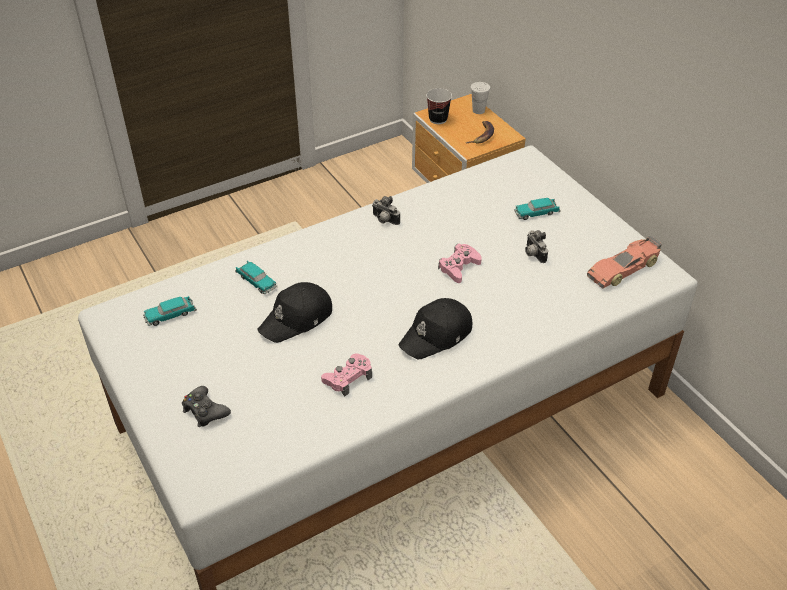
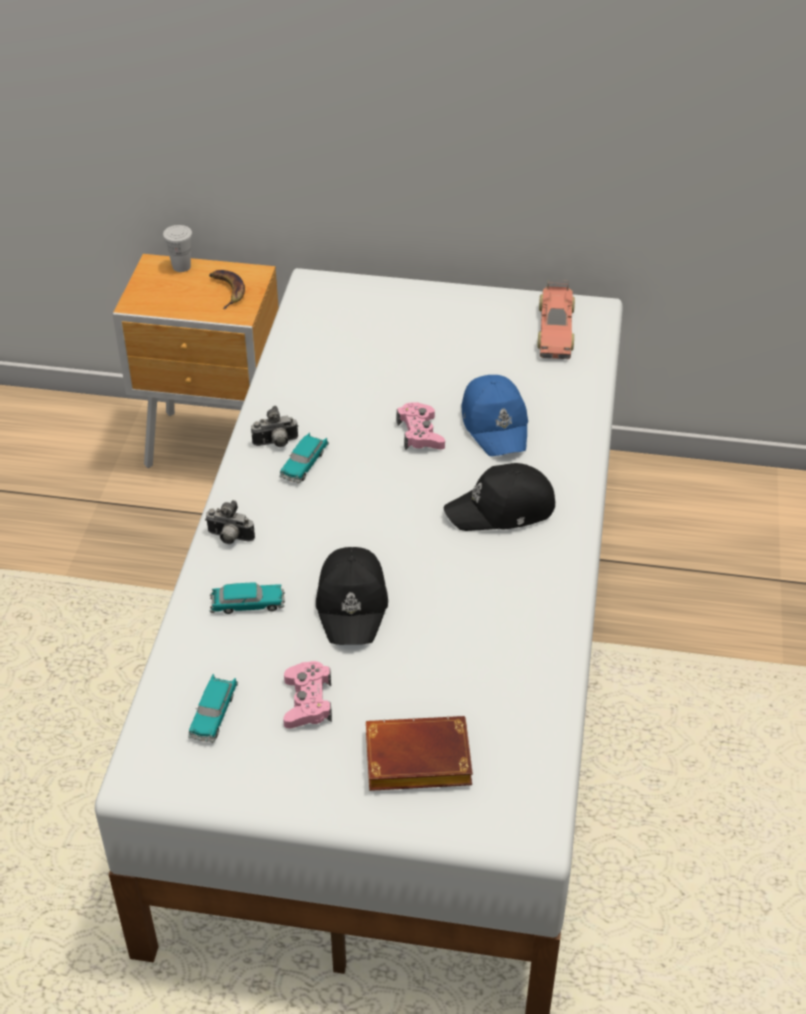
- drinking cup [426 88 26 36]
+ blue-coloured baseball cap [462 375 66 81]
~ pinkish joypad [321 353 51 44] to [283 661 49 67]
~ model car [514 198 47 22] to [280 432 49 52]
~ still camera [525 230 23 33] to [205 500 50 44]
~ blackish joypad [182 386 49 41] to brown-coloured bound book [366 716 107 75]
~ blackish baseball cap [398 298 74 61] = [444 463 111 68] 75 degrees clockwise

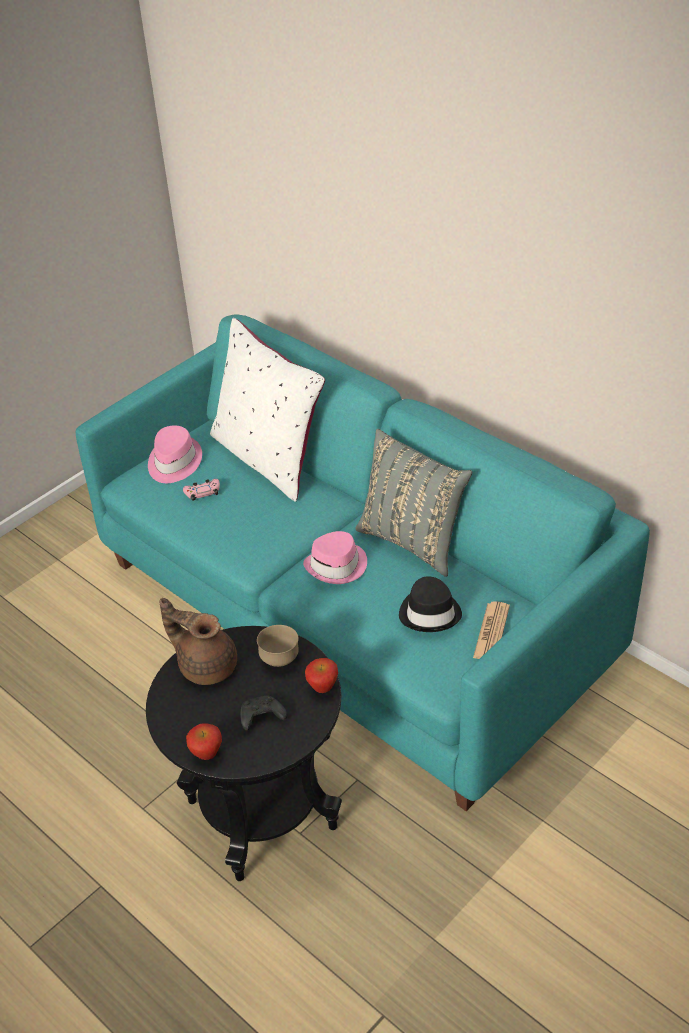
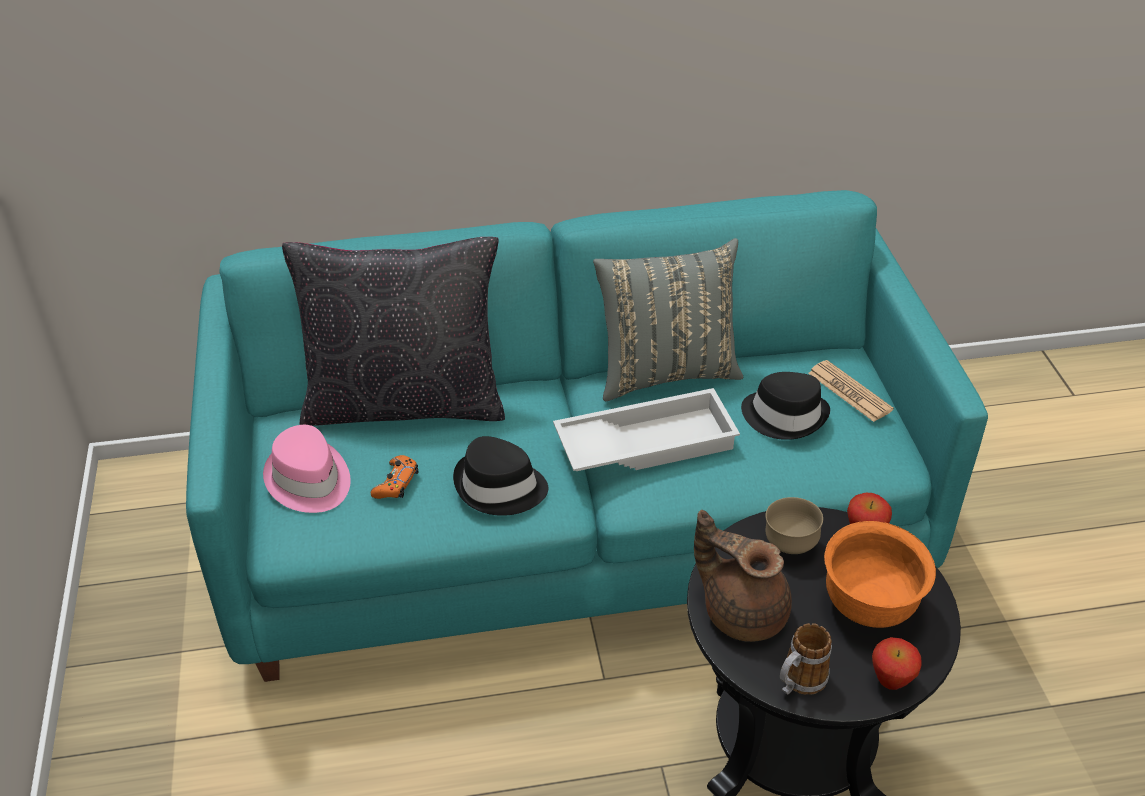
+ blackish hat [453 436 95 80]
+ coffee mug [780 623 52 72]
~ blackish joypad [240 696 47 34] to orange bowl [824 521 112 107]
~ pinkish hat [303 531 64 53] to white-coloured serving tray [553 388 187 83]
~ pinkish joypad [183 479 37 22] to orange joypad [371 455 48 44]
~ white-coloured pillow [210 318 115 184] to blackish pillow [282 237 223 189]
~ brown-coloured teapot [159 598 78 87] = [694 510 98 132] 60 degrees clockwise

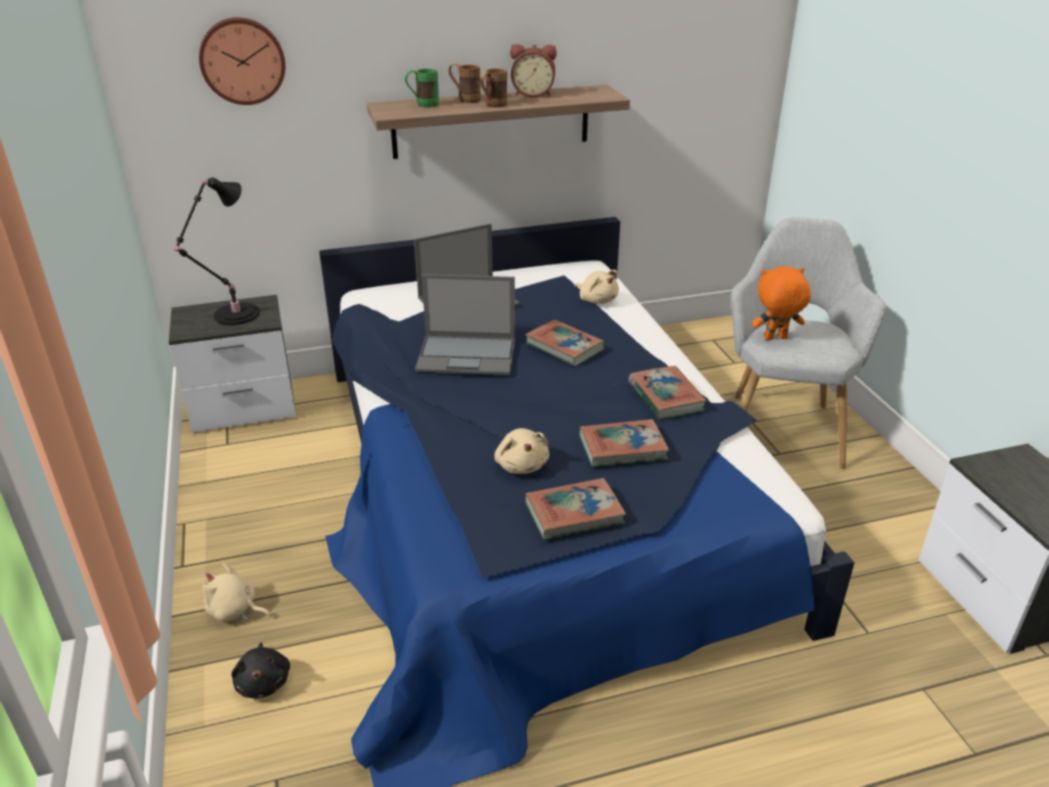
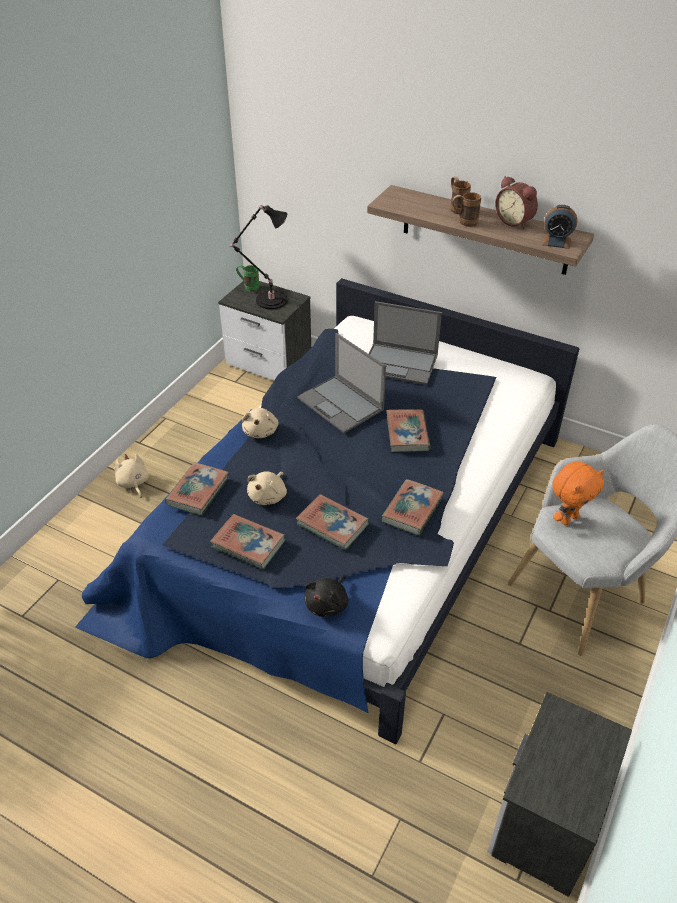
- hanging clock [199 17 86 88]
+ bound book [165 462 64 53]
+ alarm clock [542 205 35 44]
~ blackish plush toy [231 643 59 55] to [304 576 45 41]
~ green-coloured coffee mug [405 69 34 39] to [236 265 24 27]
~ beige plush toy [574 270 45 34] to [242 408 37 30]
~ orange plush toy [752 267 59 73] = [553 461 51 64] 105 degrees clockwise

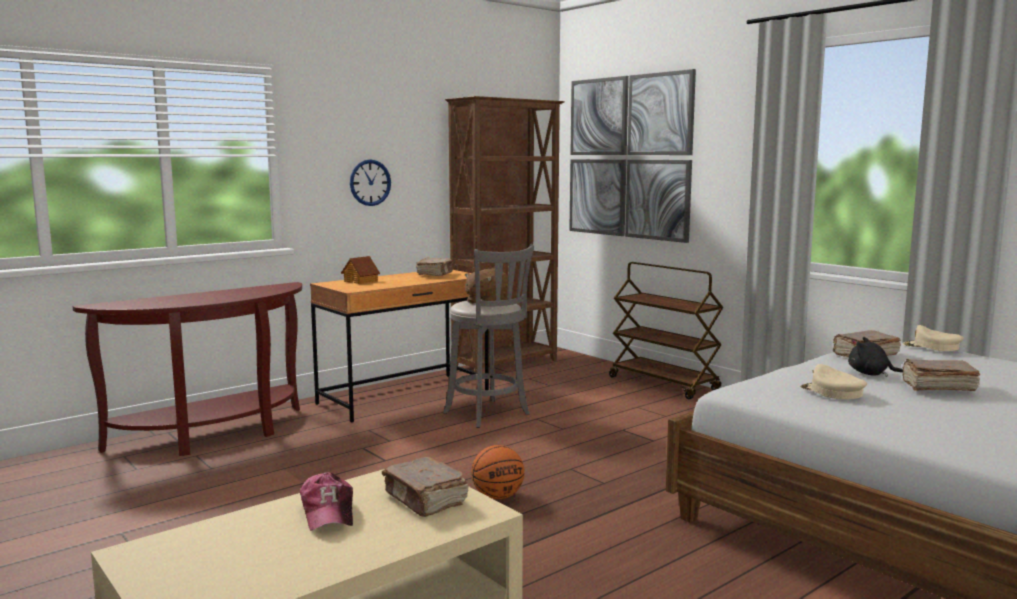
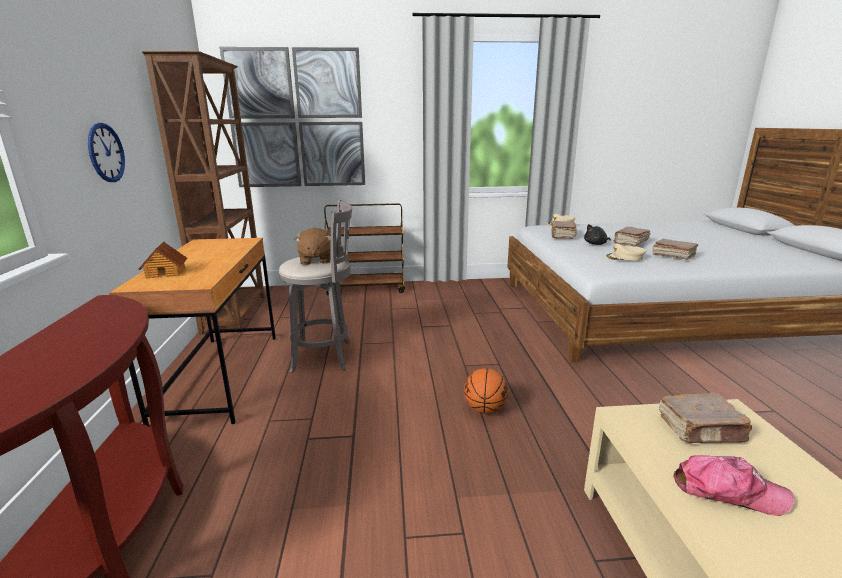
~ brown-coloured bound book [416 258 37 18] to [652 239 46 21]

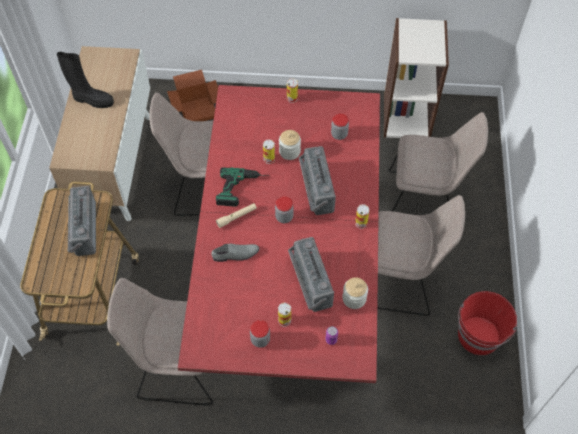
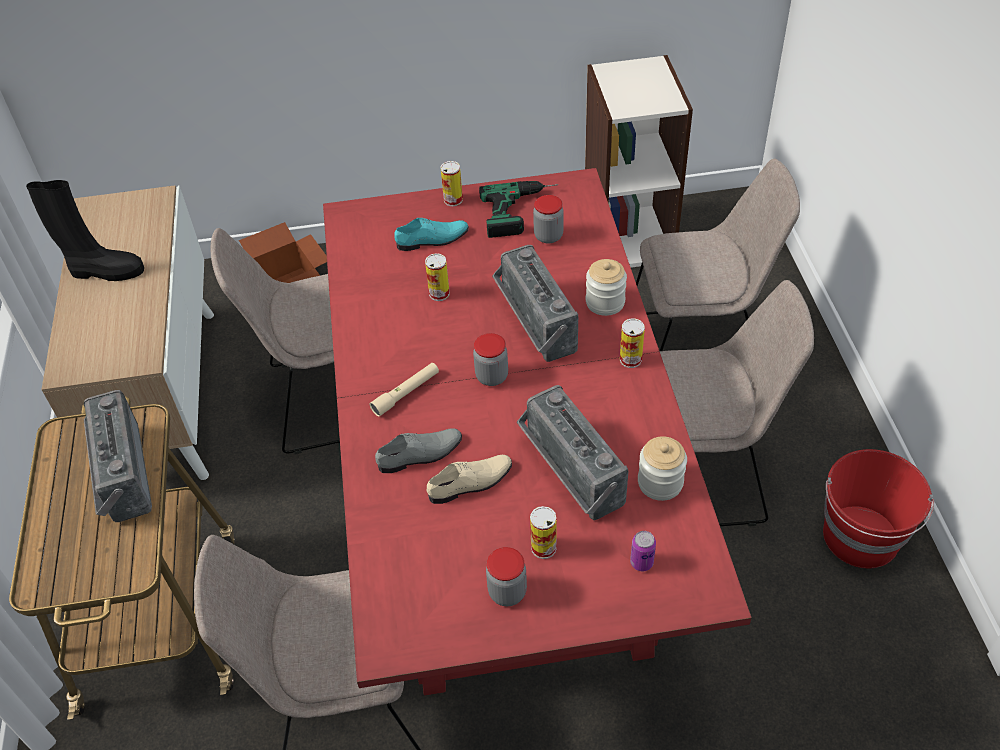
+ turquoise item of footwear [394 218 75 33]
+ beige item of footwear [427 455 85 49]
~ drill [216 167 52 40] to [479 181 80 57]
~ jar [279 130 22 30] to [586 259 41 57]

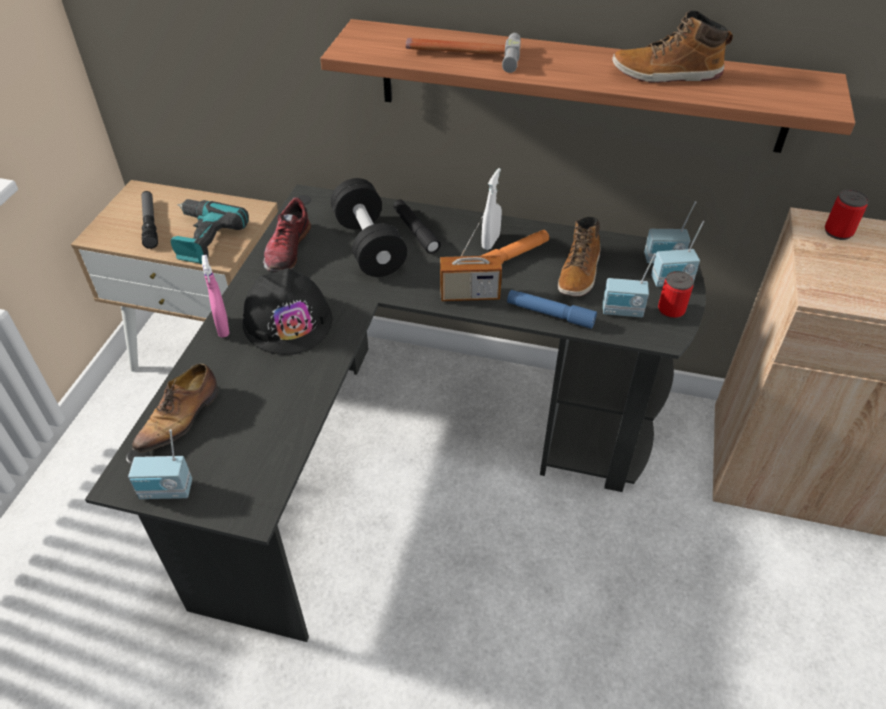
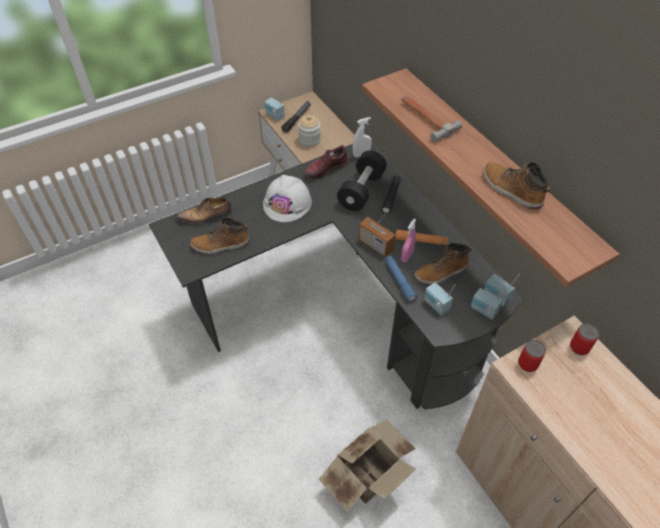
+ high-top boot [190 217 59 37]
+ cardboard box [319 420 97 92]
~ radio [128 429 64 70] to [265 91 20 30]
~ pinkish spray bottle [202 255 27 82] to [401 218 16 45]
~ white-coloured spray bottle [481 168 21 82] to [353 117 19 40]
~ metal can [658 271 36 48] to [518 340 28 32]
~ drill [171 199 78 65] to jar [298 115 23 32]
~ blackish hard hat [242 268 90 87] to white-coloured hard hat [263 175 49 47]

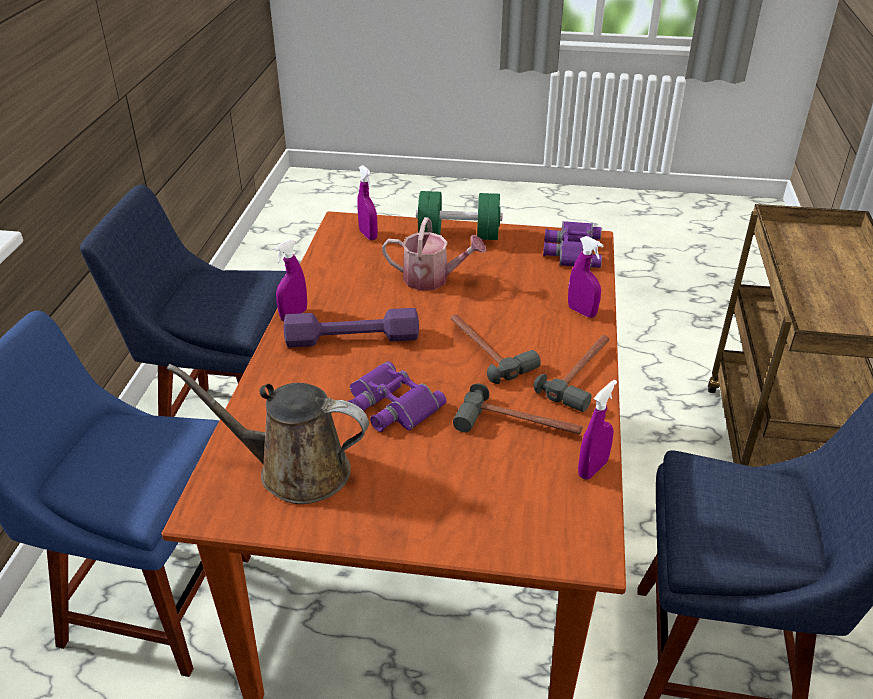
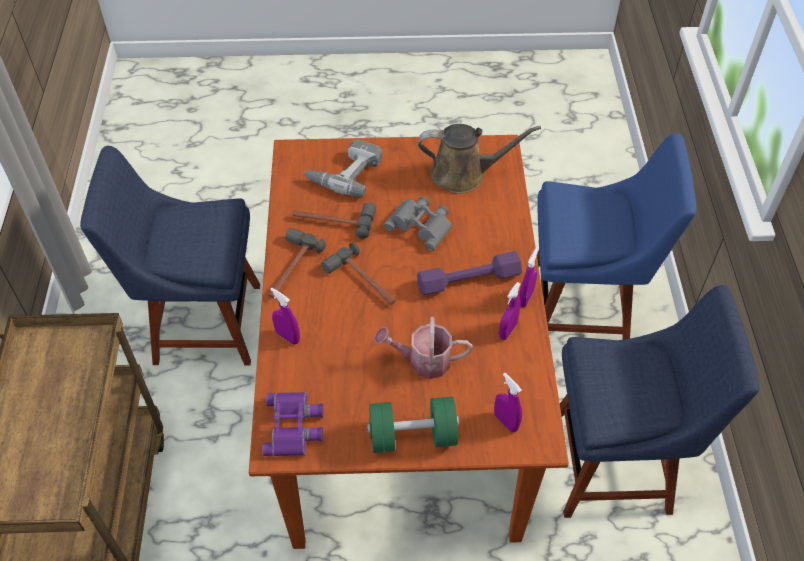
+ drill [304 140 79 57]
~ purplish spray bottle [578 380 39 100] to [499 282 22 58]
~ purplish pair of binoculars [348 361 99 71] to gray pair of binoculars [384 197 68 54]

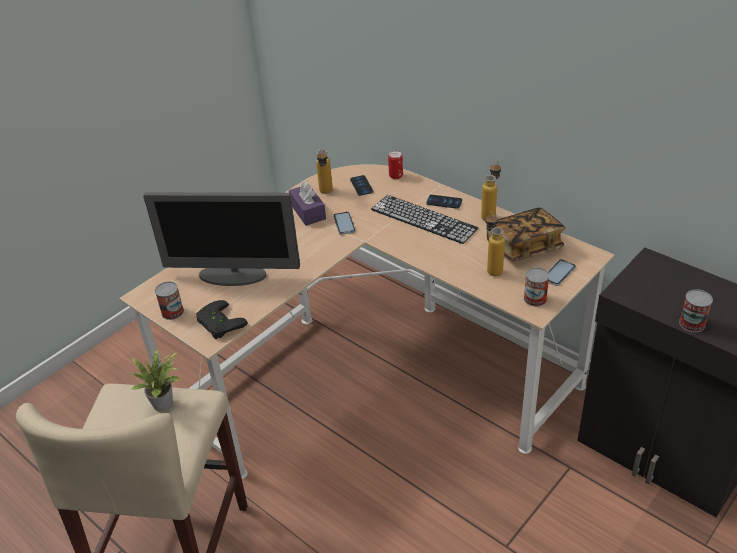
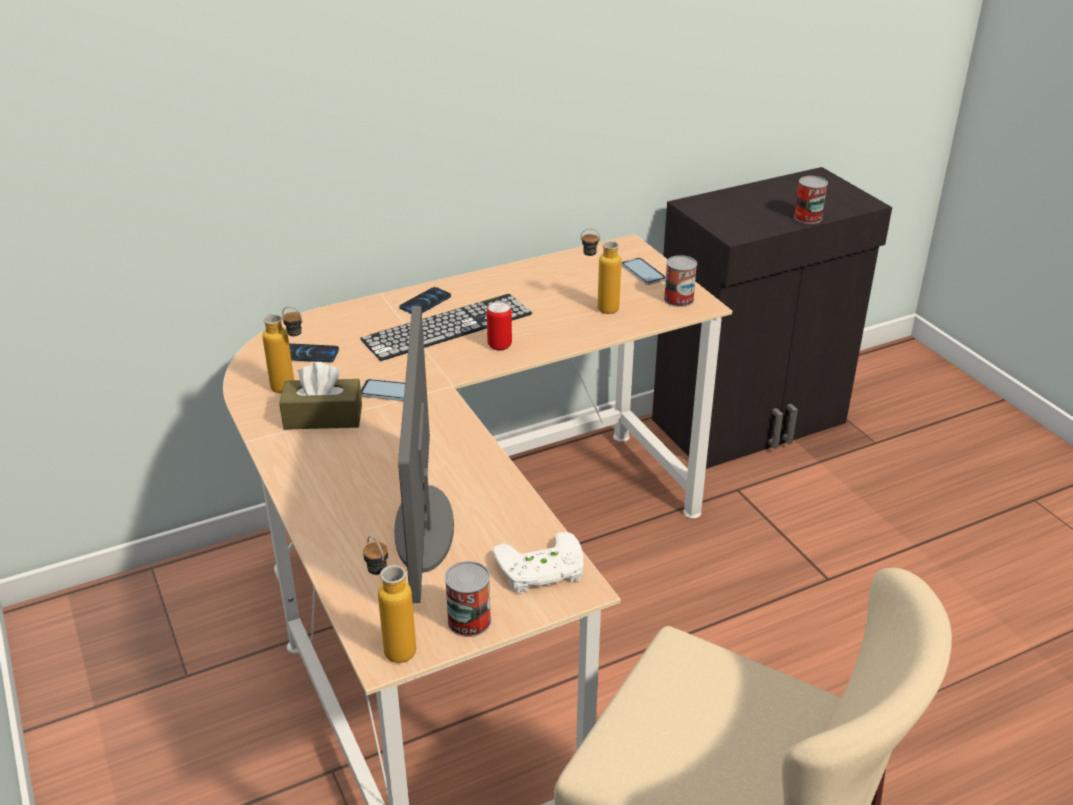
- potted plant [129 349 51 63]
- bound book [486 208 80 54]
~ metal can [388 151 15 28] to [487 301 25 50]
~ drink bottle [481 161 20 60] to [363 536 53 127]
~ blackish joypad [196 300 52 39] to white-coloured joypad [493 532 90 61]
~ purplish tissue holder [289 181 37 44] to brown-coloured tissue holder [279 362 83 68]
~ computer display [143 192 157 94] = [394 306 60 297] 150 degrees clockwise

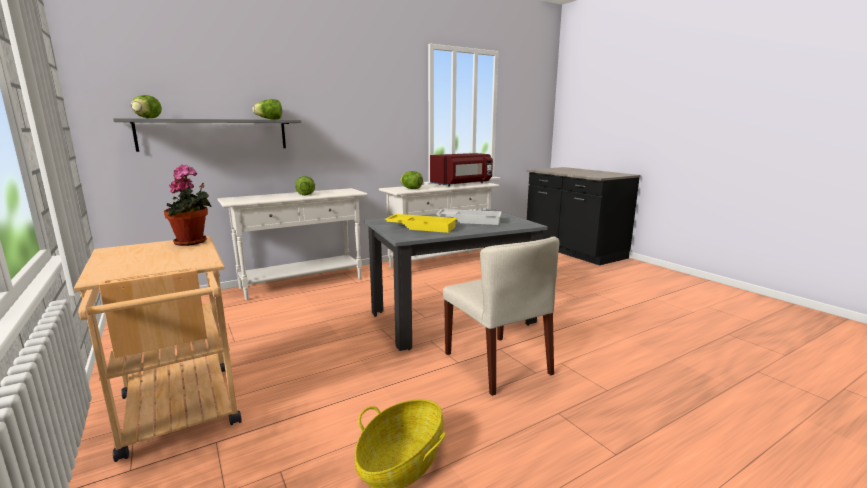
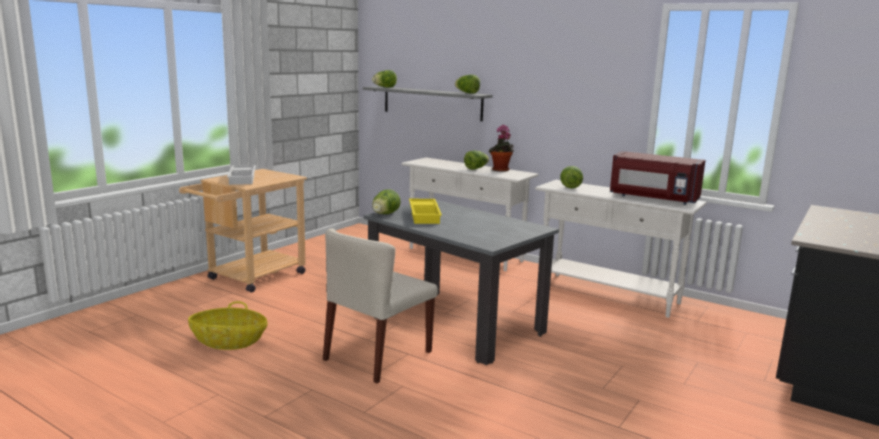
+ lettuce [372 190 29 24]
~ potted plant [164 164 48 82] to [489 125 25 47]
~ white-coloured serving tray [436 209 66 16] to [227 165 29 20]

